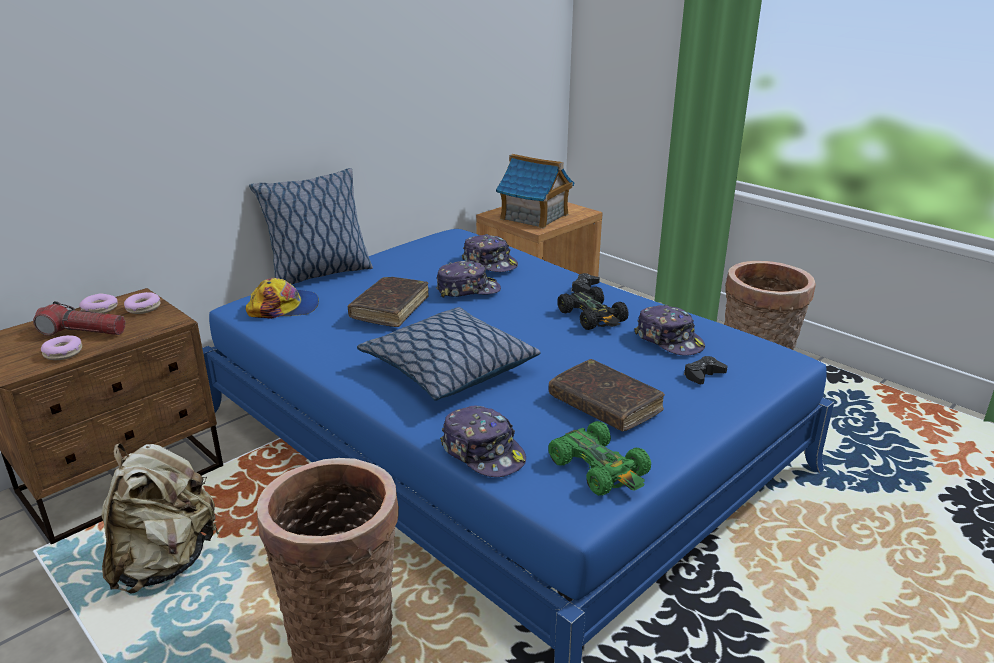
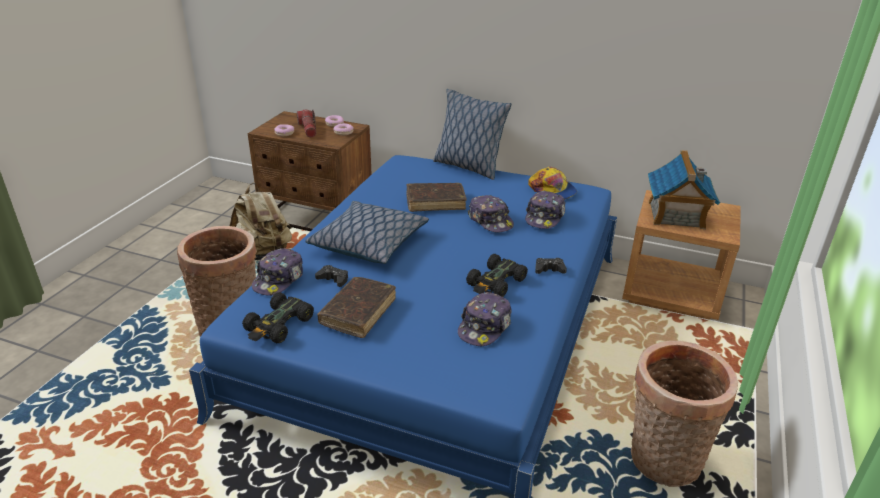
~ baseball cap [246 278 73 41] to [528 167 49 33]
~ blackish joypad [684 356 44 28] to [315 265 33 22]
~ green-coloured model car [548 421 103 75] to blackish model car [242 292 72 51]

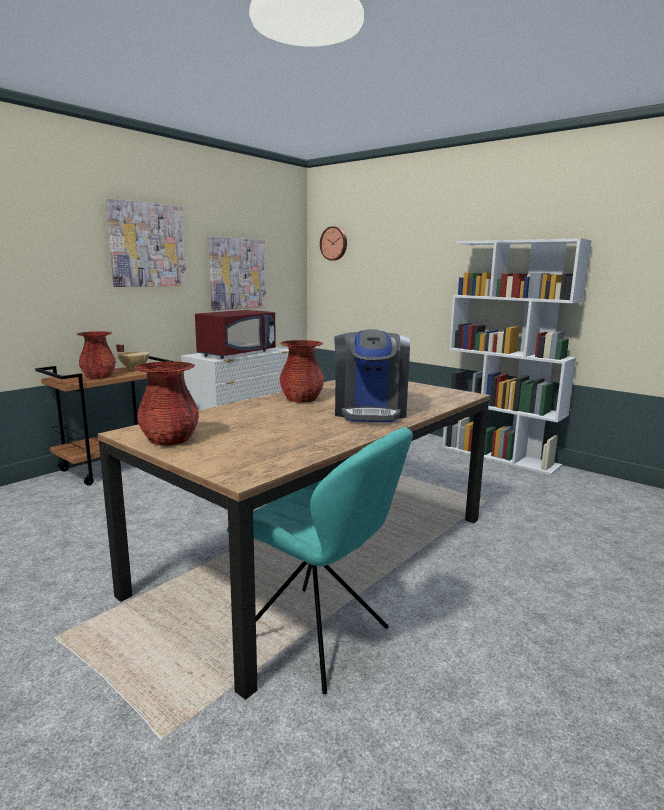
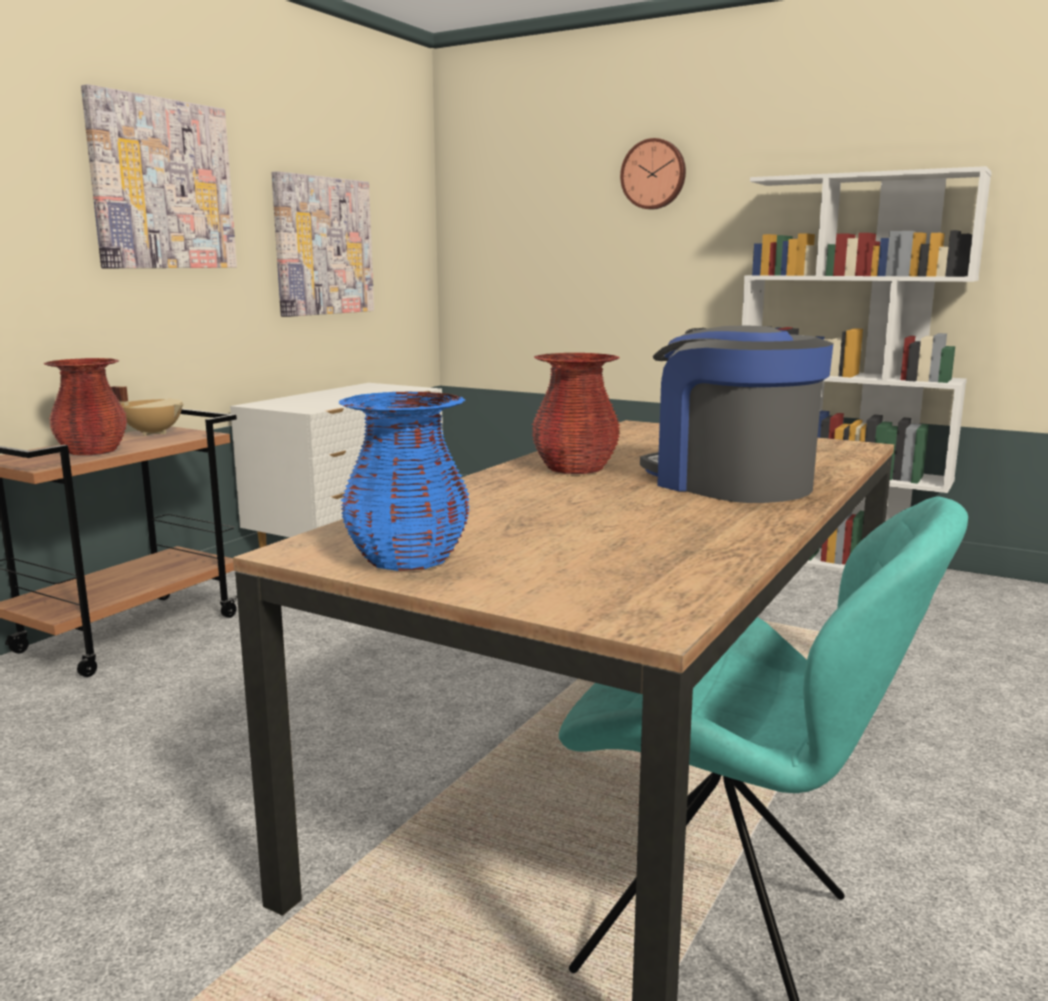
- red kitchen microwave [195 310 81 49]
~ hanging clock [320 226 27 35] to [620 138 66 71]
~ red vase [134 361 65 84] to blue-coloured vase [338 391 132 180]
~ coffee brewer [334 329 76 93] = [640 325 194 178] 150 degrees clockwise

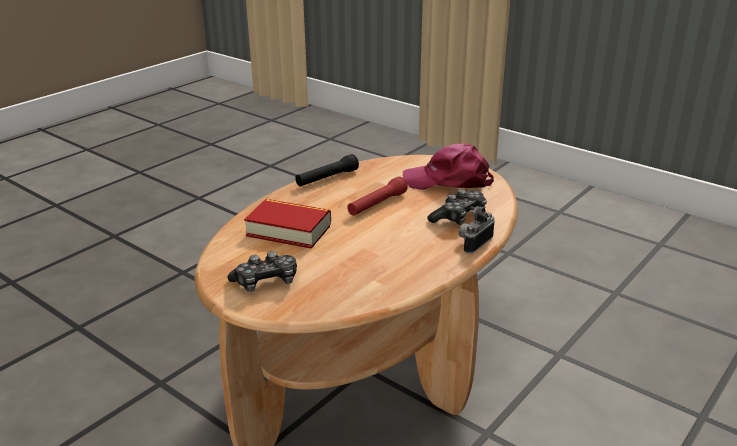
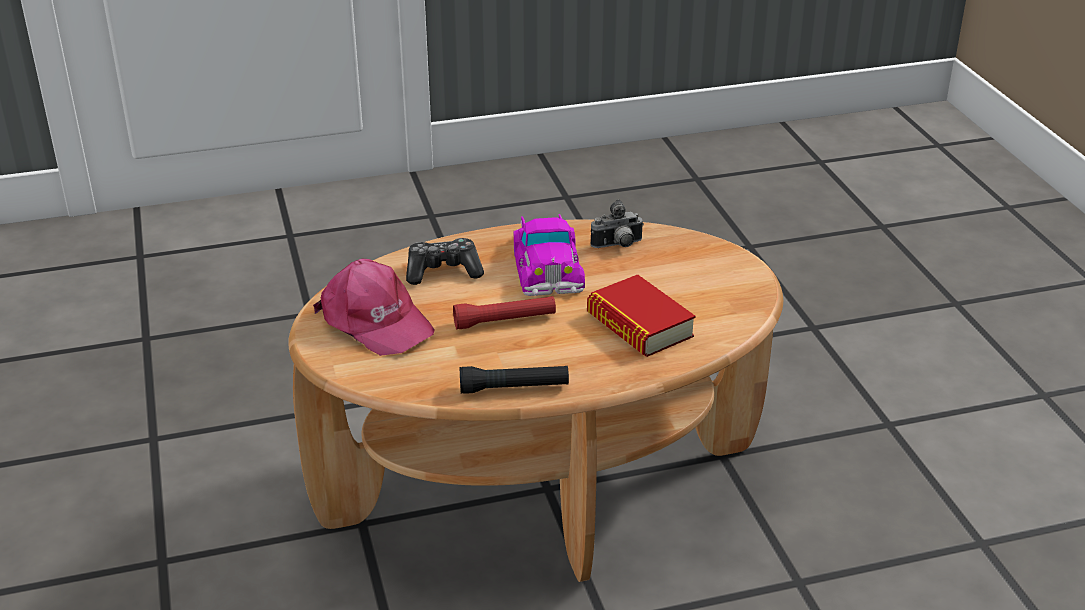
- joypad [228 251 69 41]
+ model car [514 214 71 82]
~ still camera [459 206 36 48] to [591 199 53 49]

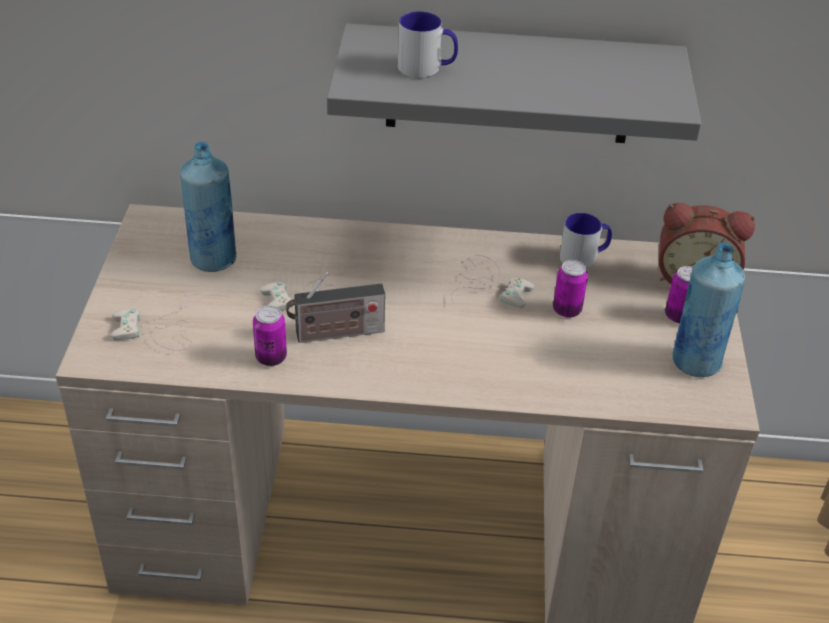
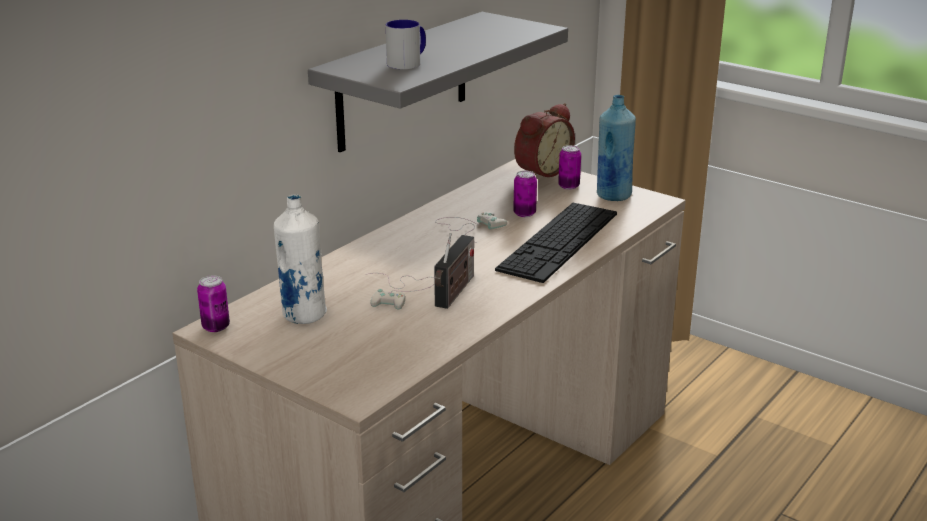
- white-coloured joypad [111 292 81 58]
- coffee mug [560 213 52 56]
+ PC keyboard [495 203 122 80]
~ metal can [253 305 34 61] to [197 275 33 57]
~ blue-coloured drink bottle [180 142 56 130] to white-coloured drink bottle [274 194 53 130]

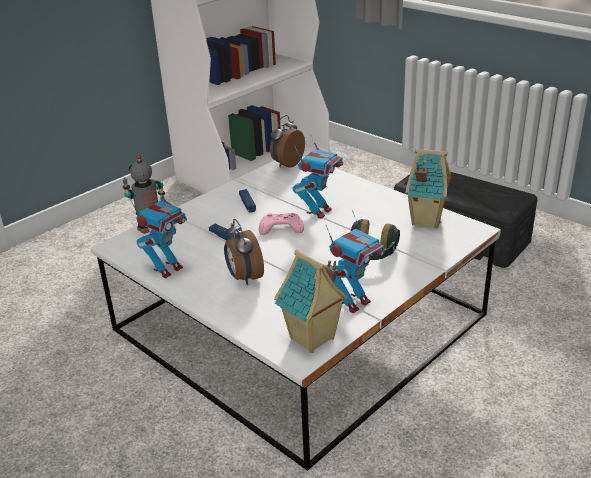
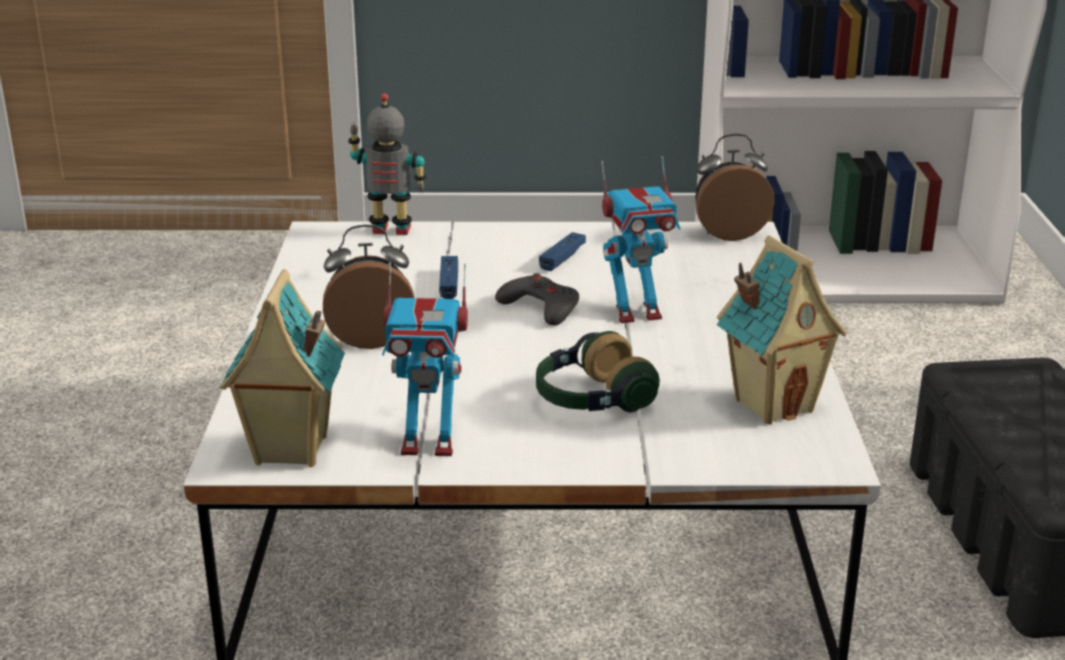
- robot figure [130 184 57 94]
~ pinkish joypad [259 213 45 22] to gray joypad [495 273 84 53]
~ alarm clock [224 219 40 66] = [323 225 91 124] 60 degrees clockwise

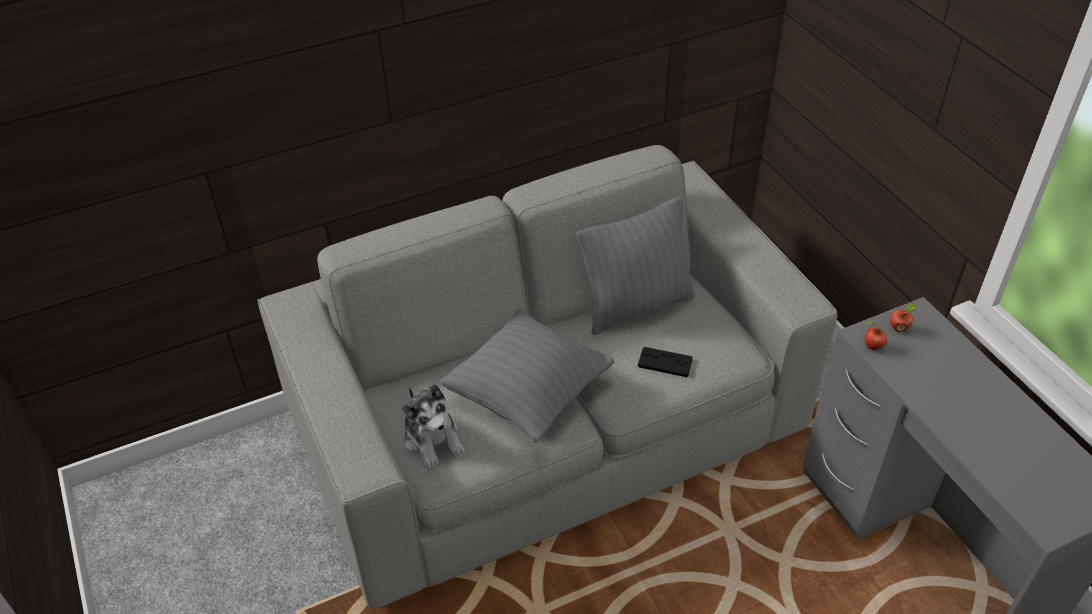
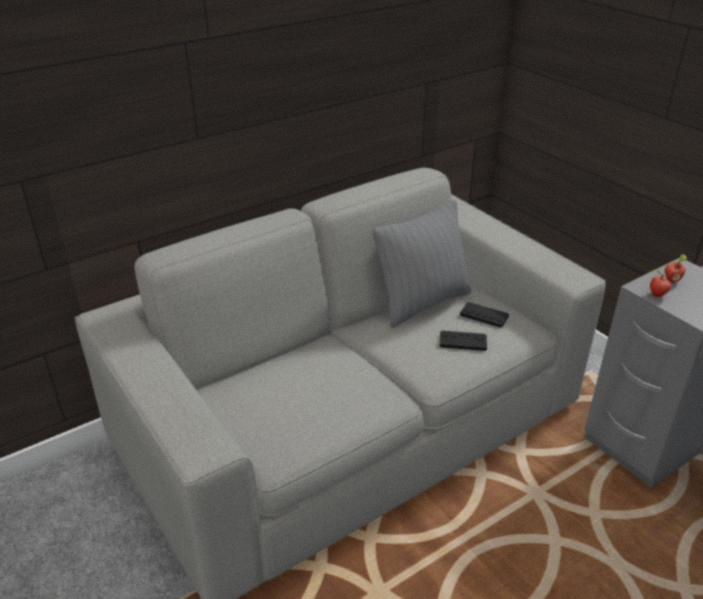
- plush toy [402 384 62 85]
- gray pillow [439 308 175 135]
+ blackish joypad [460 302 49 26]

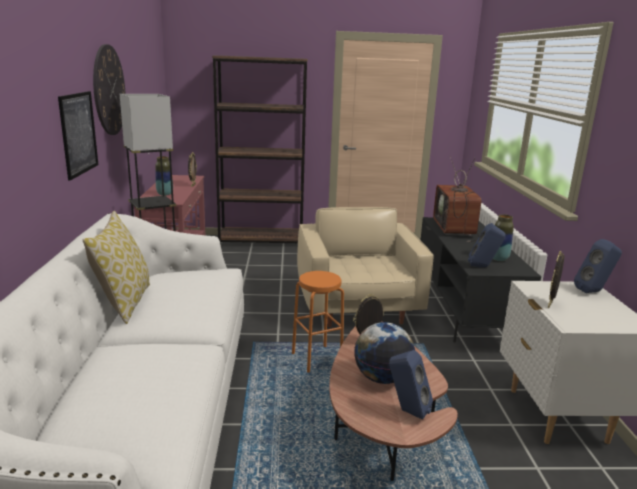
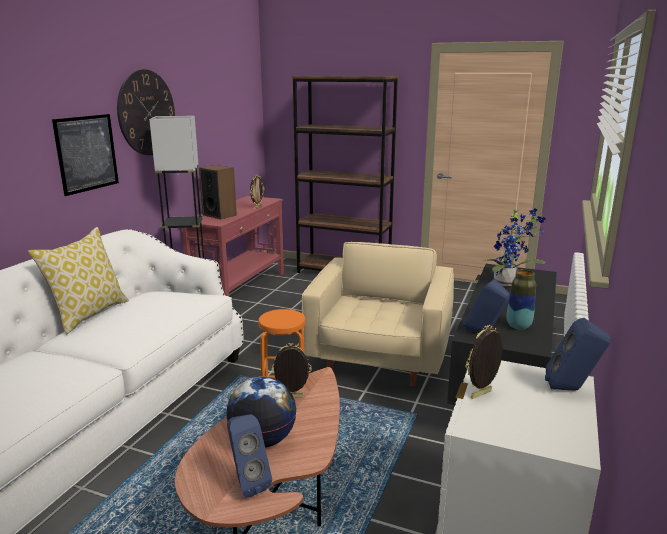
~ vase [155 156 18 40] to loudspeaker [199 165 38 55]
~ television [433 156 48 86] to potted plant [484 208 62 78]

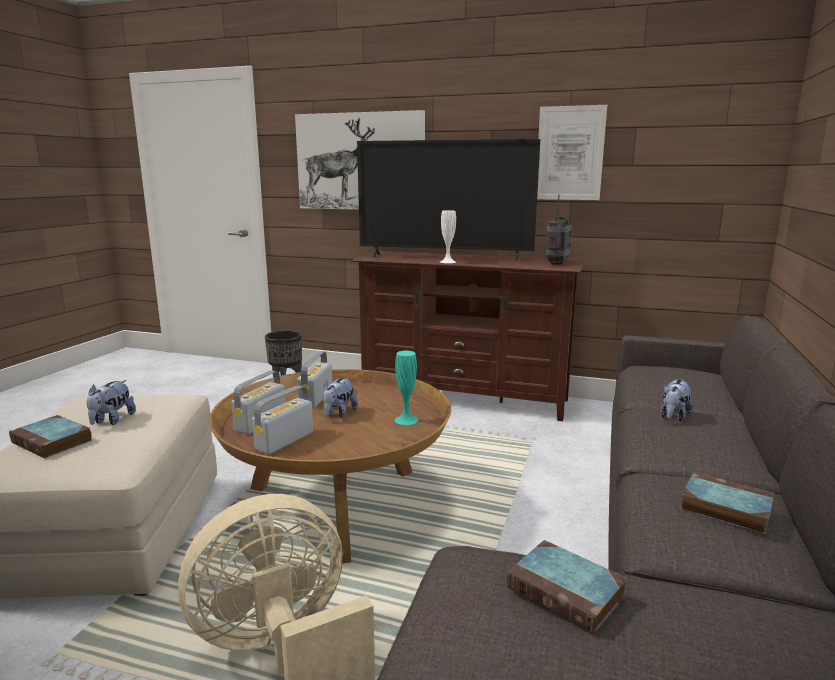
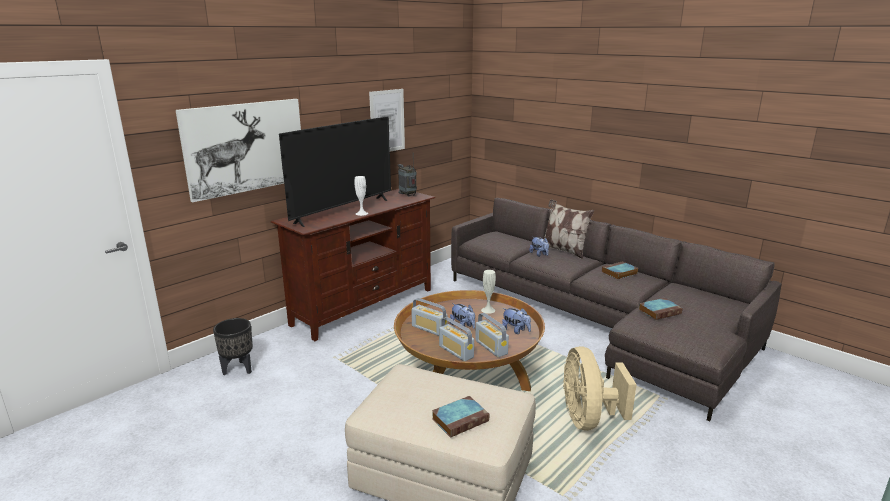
+ pillow [544 200 50 59]
~ plush toy [86 380 50 45] to [502 308 29 26]
~ turquoise vase [395 351 23 74] to white-coloured vase [481 270 15 44]

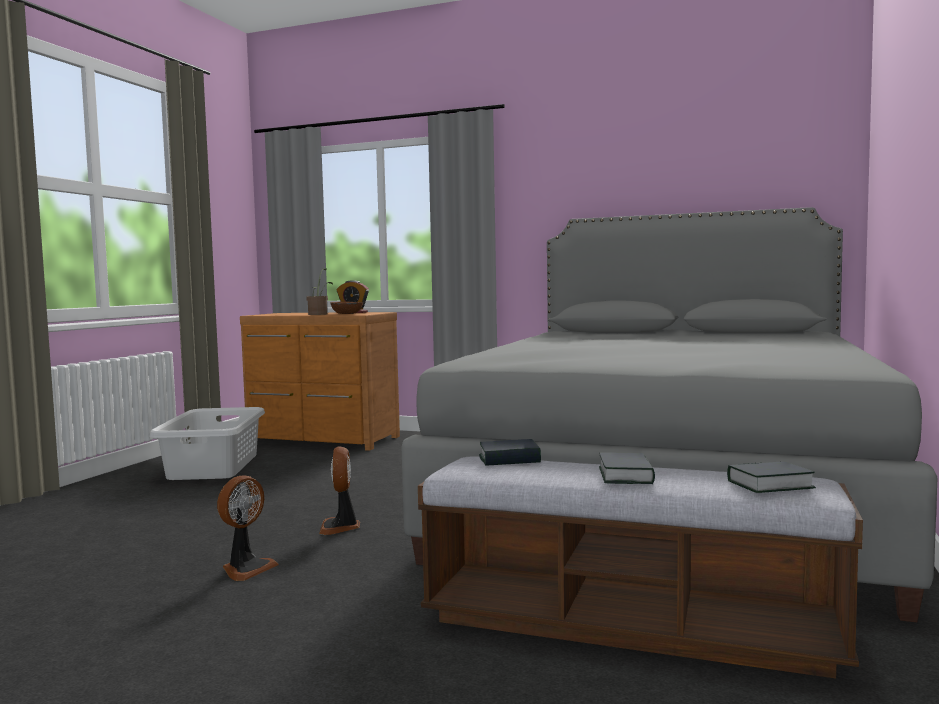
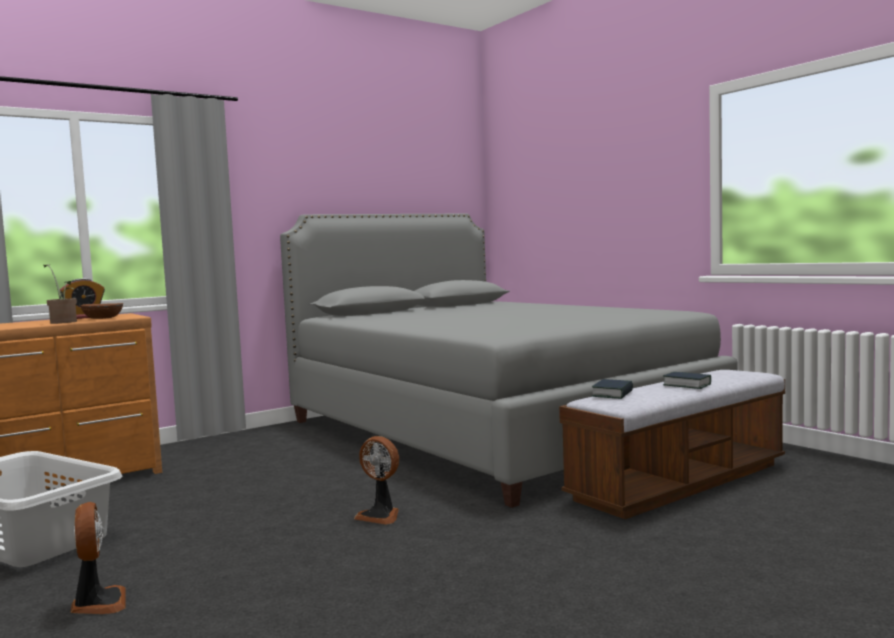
- bound book [727 461 89 32]
~ electric fan [217 475 62 106] to [70 502 55 112]

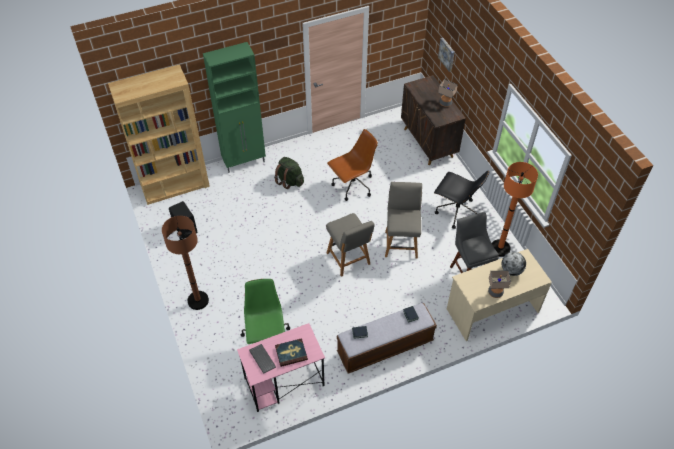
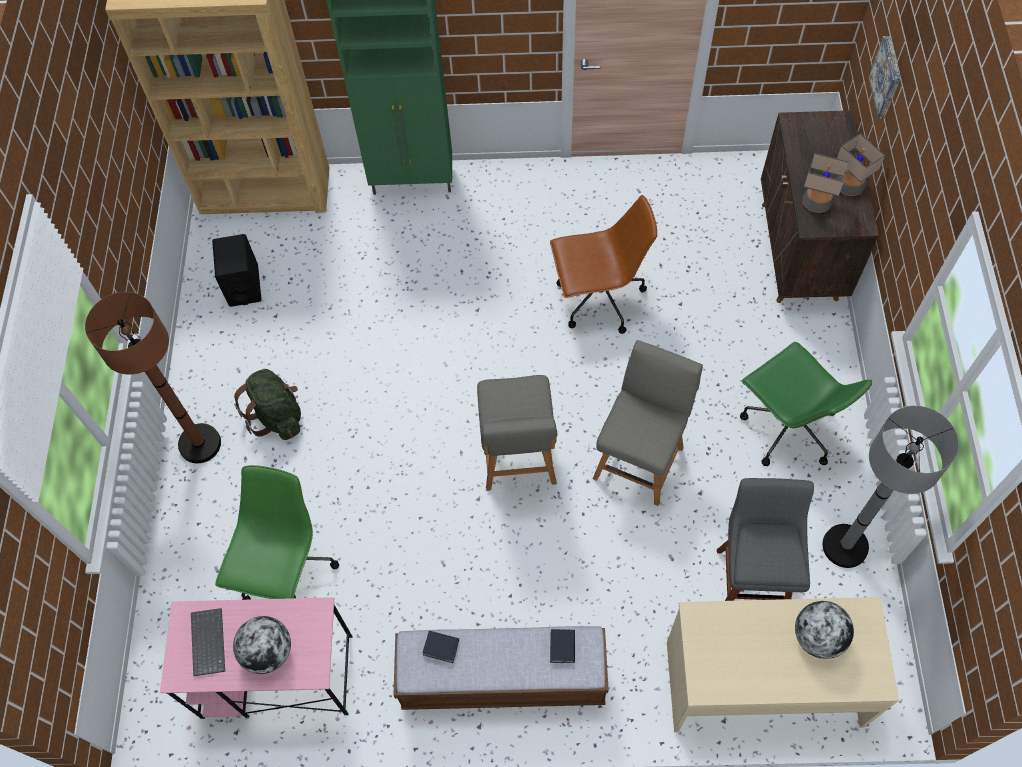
~ green-coloured rucksack [274 157 30 32] to [234 369 67 71]
~ tabletop lamp [488 270 23 28] to [803 153 47 60]
~ bound book [275 338 33 29] to world globe [233 616 58 58]
~ blackish computer chair [434 171 55 58] to green-coloured computer chair [740 342 132 124]
~ orange standing lamp [492 162 46 95] to gray standing lamp [823 406 136 162]

